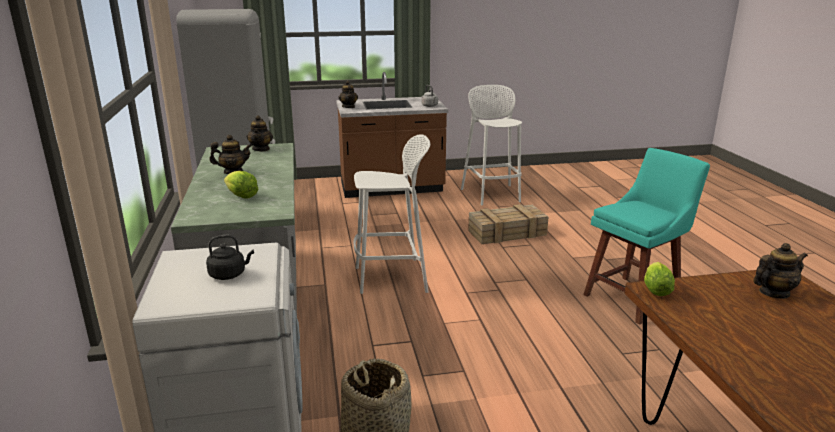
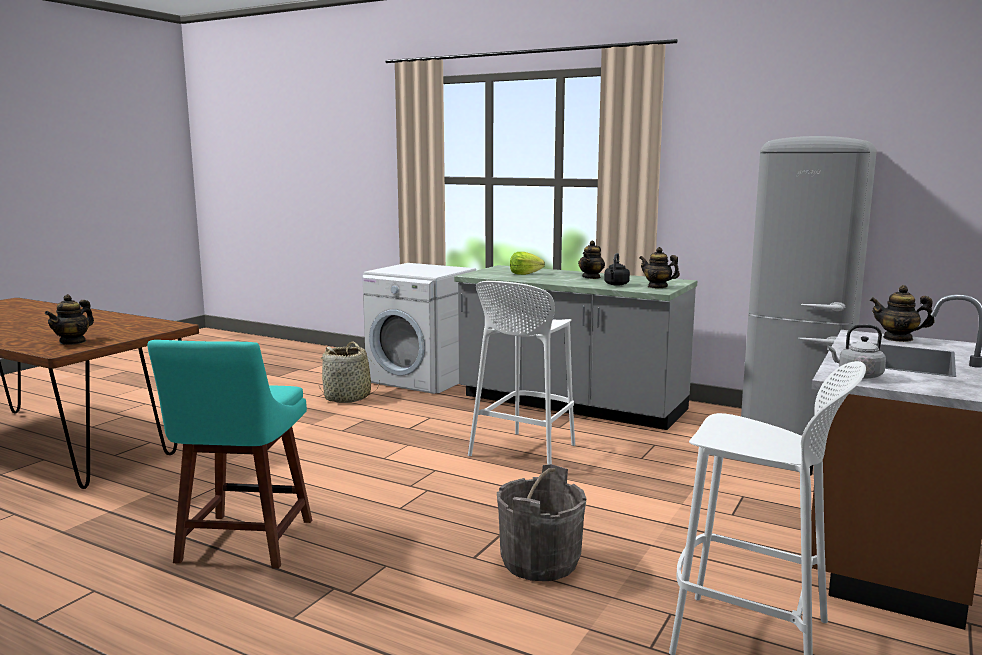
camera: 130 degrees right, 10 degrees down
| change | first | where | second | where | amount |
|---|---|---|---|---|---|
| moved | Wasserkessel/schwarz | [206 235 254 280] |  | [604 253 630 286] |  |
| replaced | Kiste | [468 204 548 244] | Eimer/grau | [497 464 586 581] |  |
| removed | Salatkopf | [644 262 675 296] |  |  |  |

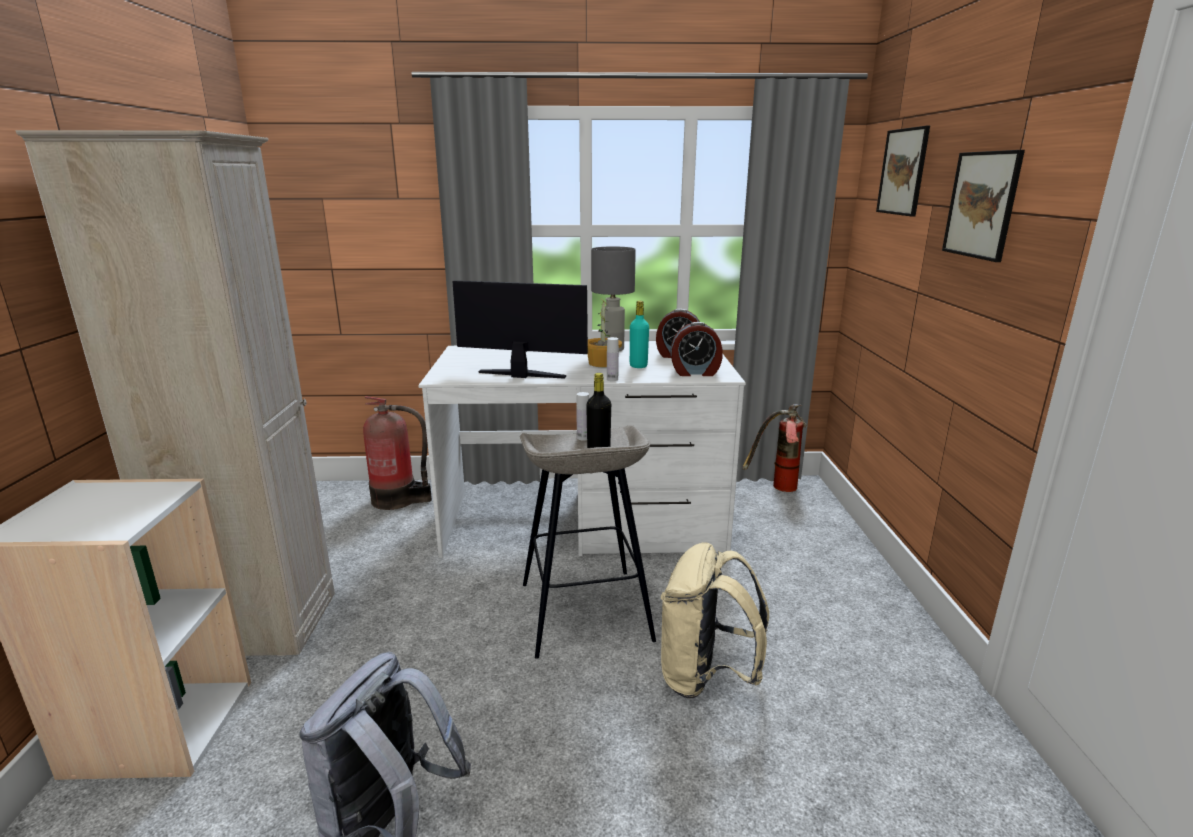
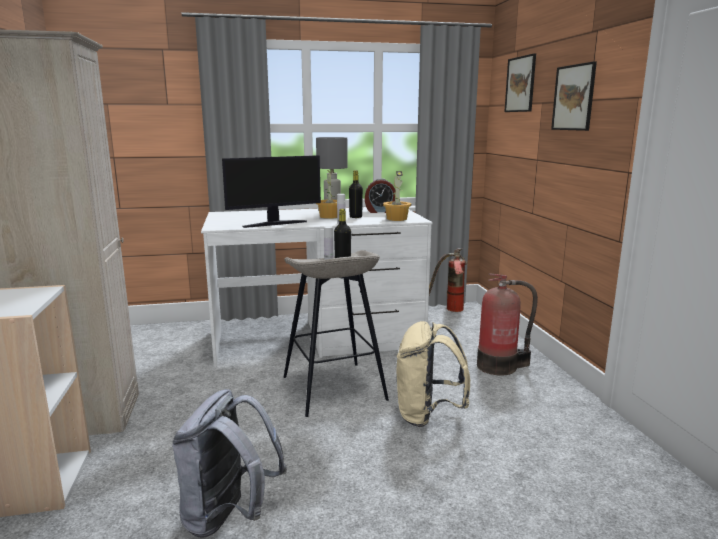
camera: 10 degrees left, 5 degrees down
| change | first | where | second | where | amount |
|---|---|---|---|---|---|
| moved | Feuerlöscher | [363 396 432 510] |  | [477 273 538 375] |  |
| turned | Monitor | [452 280 588 379] |  | [222 155 321 228] | 150 degrees clockwise |
| recoloured | Flasche/türkis | [630 301 649 368] | Flasche/schwarz | [349 170 363 218] |  |
| replaced | Wecker | [670 322 723 376] | Topfpflanze | [383 171 411 221] |  |

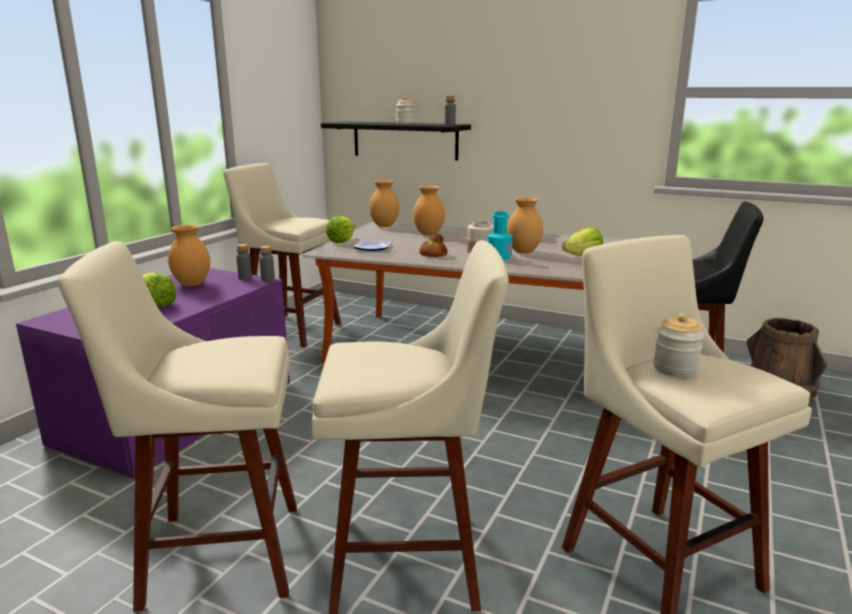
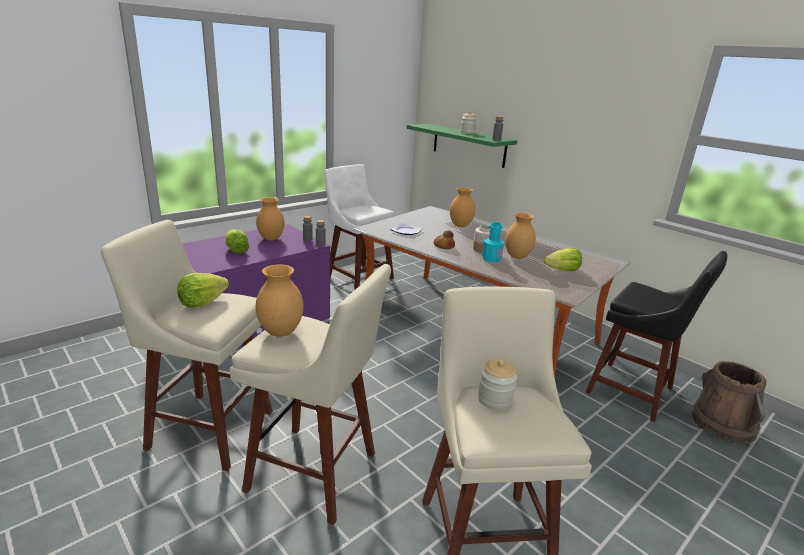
camera: 20 degrees right, 5 degrees up
| change | first | where | second | where | amount |
|---|---|---|---|---|---|
| replaced | Hocker/beige | [224 163 341 348] | Stuhl/weiß | [324 164 395 290] |  |
| recoloured | Wandregal/schwarz | [321 121 471 161] | Wandregal/grün | [406 124 517 168] |  |
| moved | Salatkopf | [325 216 355 243] |  | [177 273 229 308] |  |
| moved | Vase/braun | [369 180 399 227] |  | [256 264 303 337] |  |

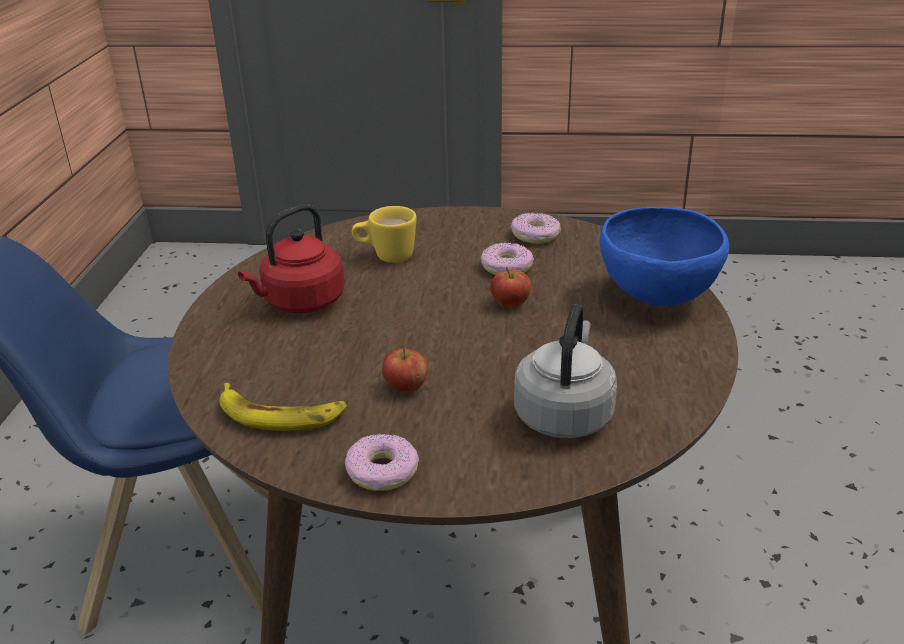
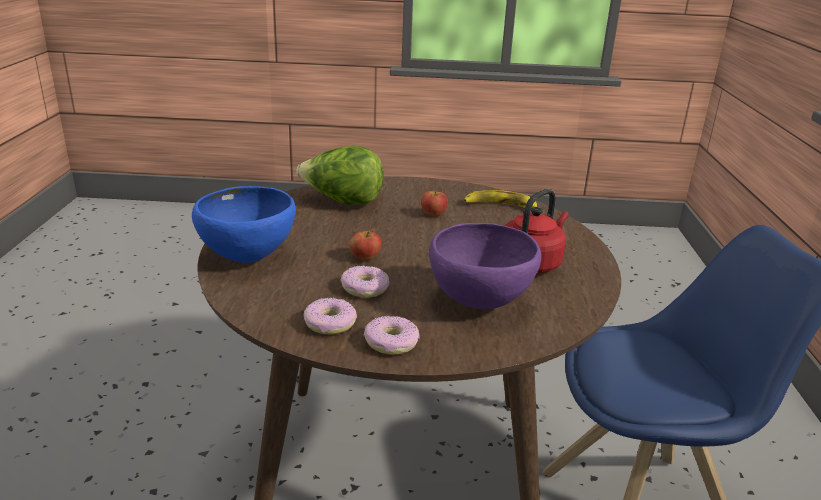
camera: 175 degrees right, 5 degrees down
| change | first | where | second | where | amount |
|---|---|---|---|---|---|
| moved | Donut | [345 434 419 491] |  | [364 316 420 355] |  |
| replaced | Henkelbecher/gelb | [352 206 417 263] | Schüssel/lila | [429 223 542 309] |  |
| replaced | Wasserkessel/grau | [514 303 617 438] | Salatkopf | [297 146 383 205] |  |

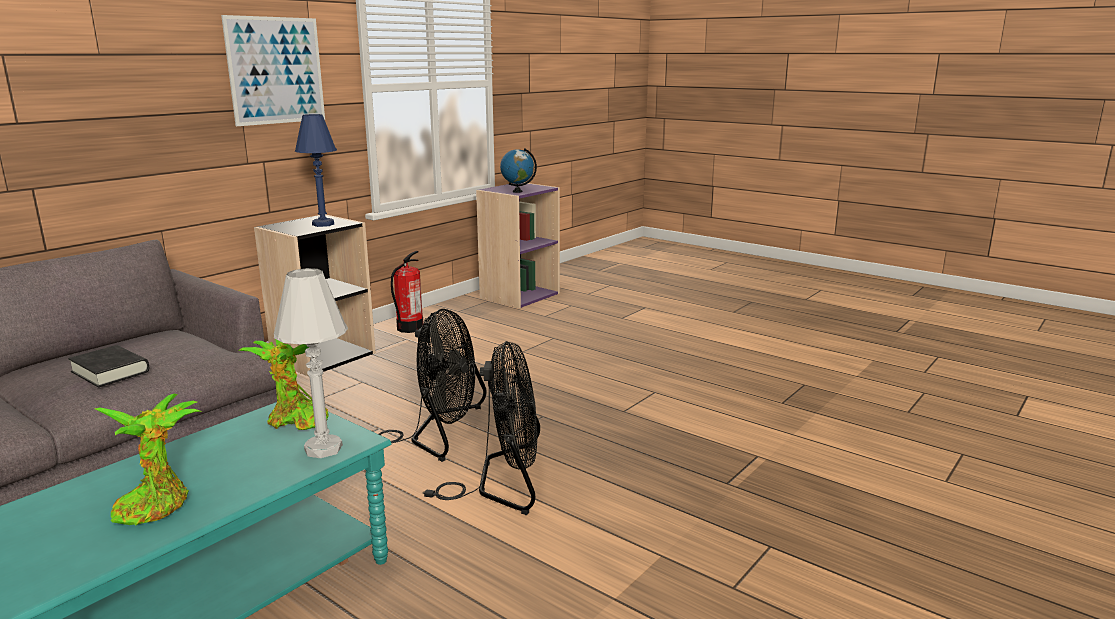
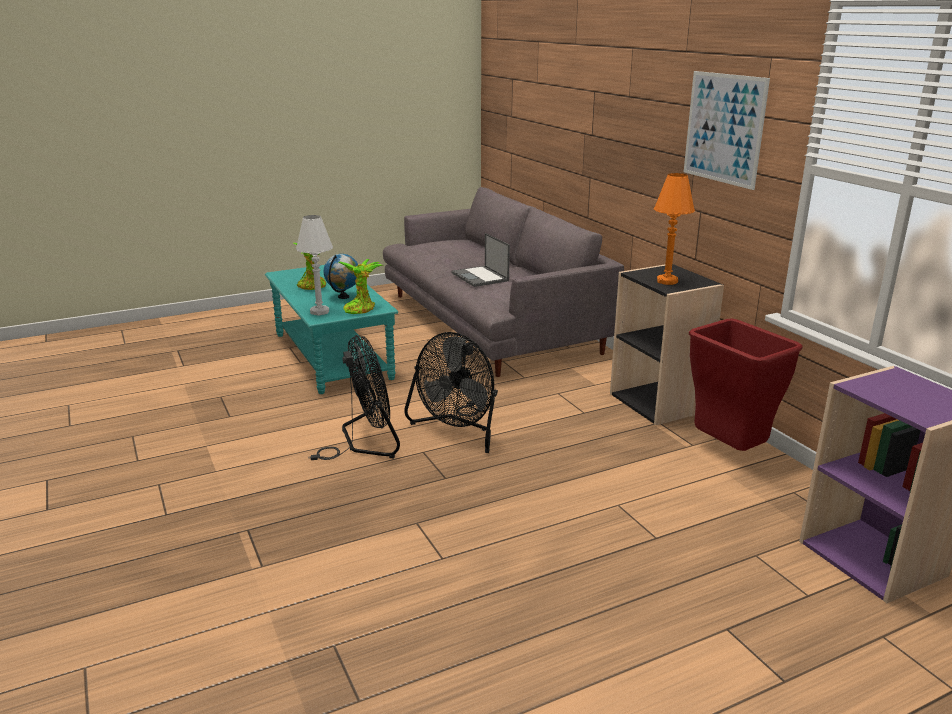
camera: 115 degrees right, 5 degrees up
| change | first | where | second | where | amount |
|---|---|---|---|---|---|
| replaced | Buch/schwarz | [68 345 149 387] | Laptop | [452 233 510 287] |  |
| recoloured | Tischlampe/blau | [295 114 337 227] | Tischlampe/orange | [654 173 695 285] |  |
| replaced | Feuerlöscher | [391 251 423 333] | Mülleimer/rot | [689 319 803 451] |  |
| turned | Ventilator/schwarz | [422 341 540 515] |  | [309 335 400 460] | 135 degrees counterclockwise |
| moved | Globus | [500 148 537 193] |  | [324 254 358 299] |  |

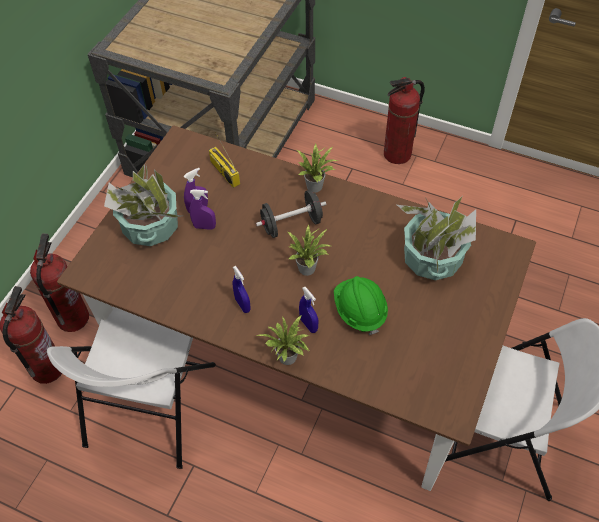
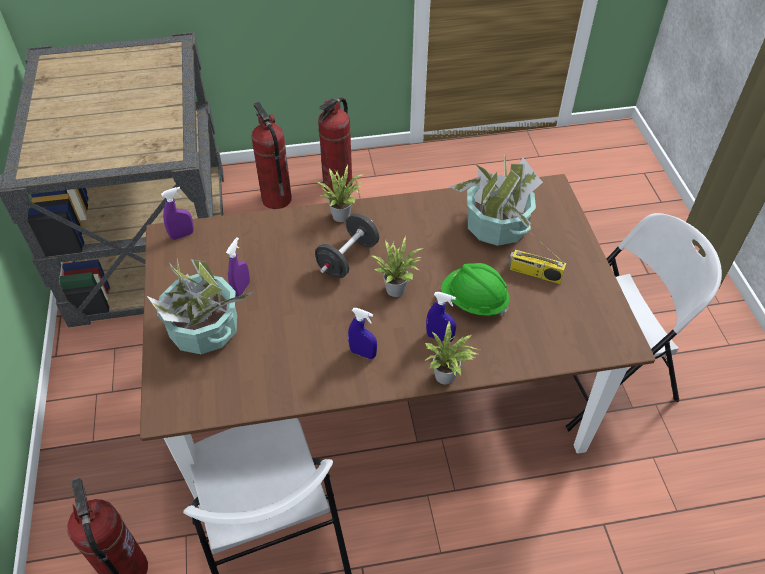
camera: 35 degrees left, 5 degrees down
| change | first | where | second | where | amount |
|---|---|---|---|---|---|
| moved | Feuerlöscher | [30 233 89 332] |  | [251 102 292 209] |  |
| moved | Sprühflasche/lila | [189 189 216 230] |  | [161 187 194 240] |  |
| moved | Radio | [209 132 240 188] |  | [508 230 566 284] |  |

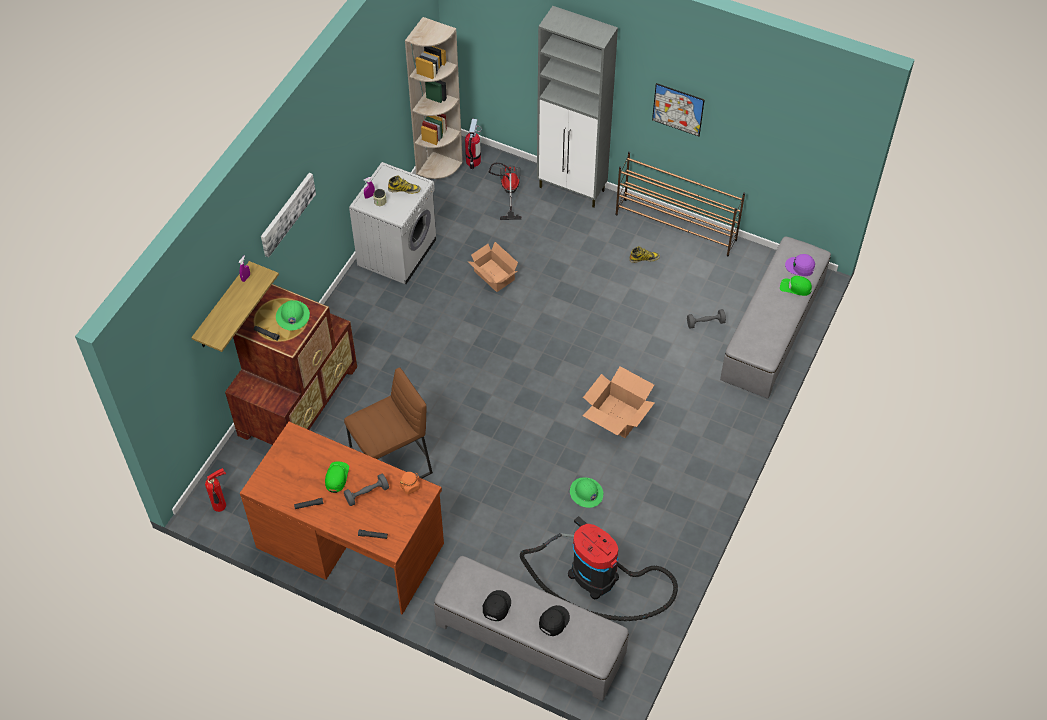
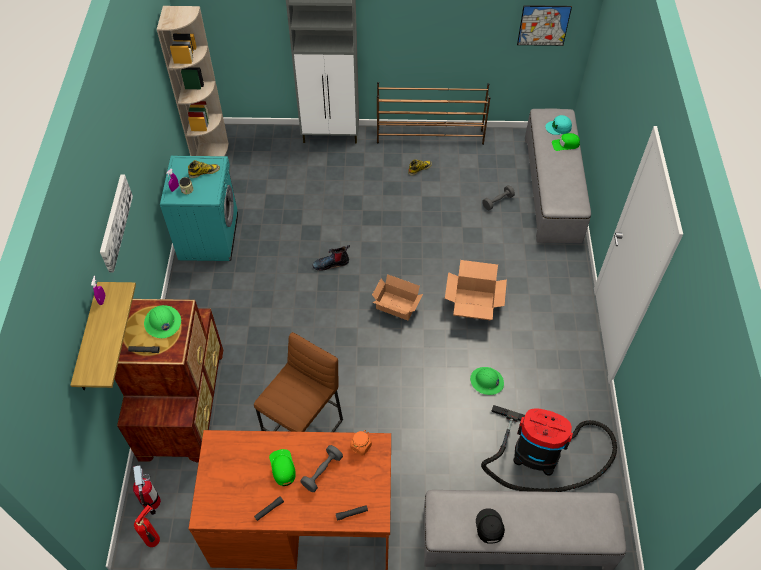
camera: 25 degrees left, 0 degrees up
| change | first | where | second | where | amount |
|---|---|---|---|---|---|
| recoloured | Waschmaschine/weiß | [349 162 436 285] | Waschmaschine/türkis | [160 156 238 261] |  |
| moved | Feuerlöscher | [465 119 482 170] |  | [133 465 161 515] |  |
| moved | Karton | [467 242 518 292] |  | [372 274 423 321] |  |
| removed | Staubsauger | [488 163 522 220] |  |  |  |
| removed | Kappe/schwarz | [539 605 570 636] |  |  |  |
| moved | Bild | [652 83 705 136] |  | [517 5 572 46] |  |
| recoloured | Kappe/lila | [785 254 815 276] | Kappe/türkis | [545 115 572 135] |  |
| added |  |  | Stiefel | [313 245 350 271] |  |

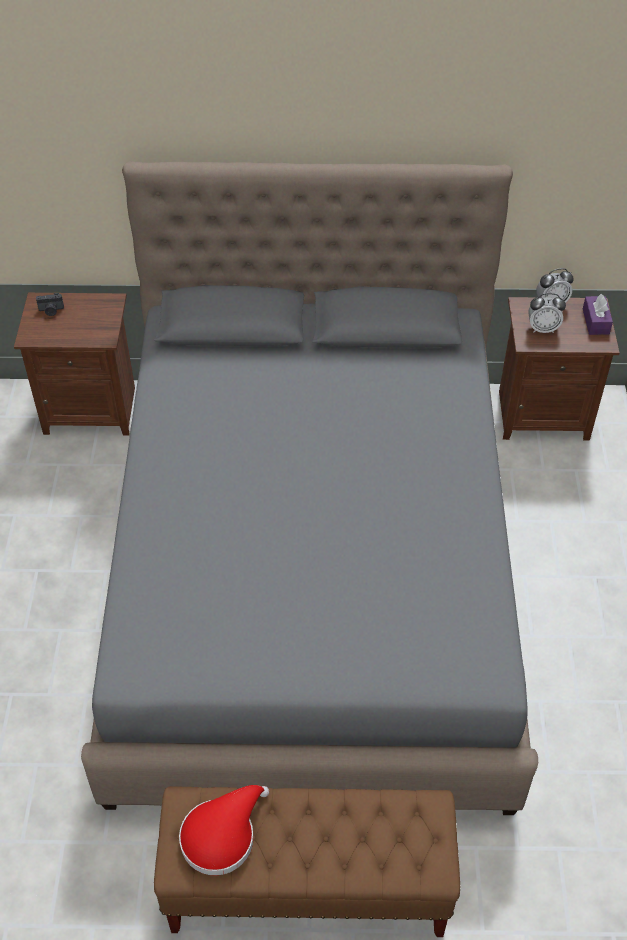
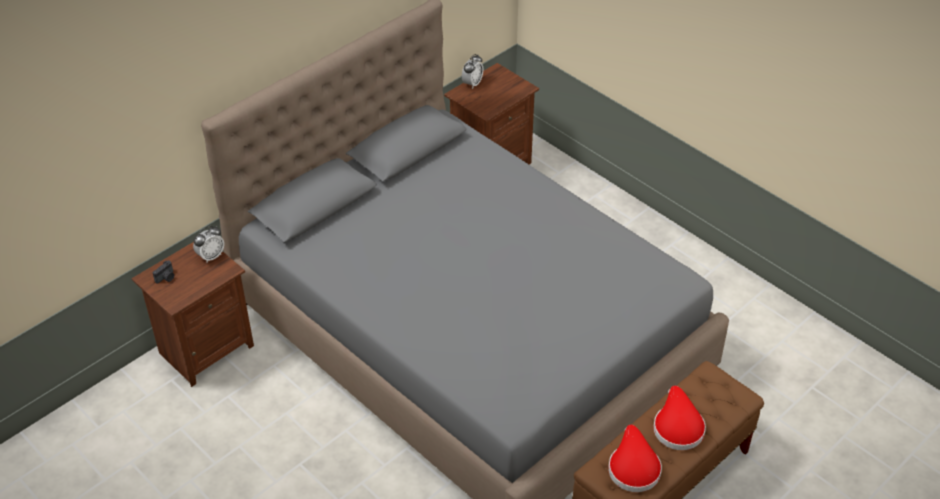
camera: 45 degrees left, 5 degrees down
| change | first | where | second | where | amount |
|---|---|---|---|---|---|
| moved | Wecker | [529 293 566 333] |  | [193 226 224 262] |  |
| removed | Taschentuchbox/lila | [583 294 613 335] |  |  |  |
| added |  |  | Hut/rot | [653 386 706 450] |  |

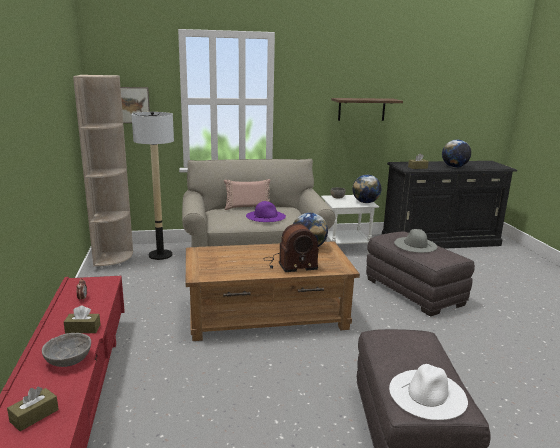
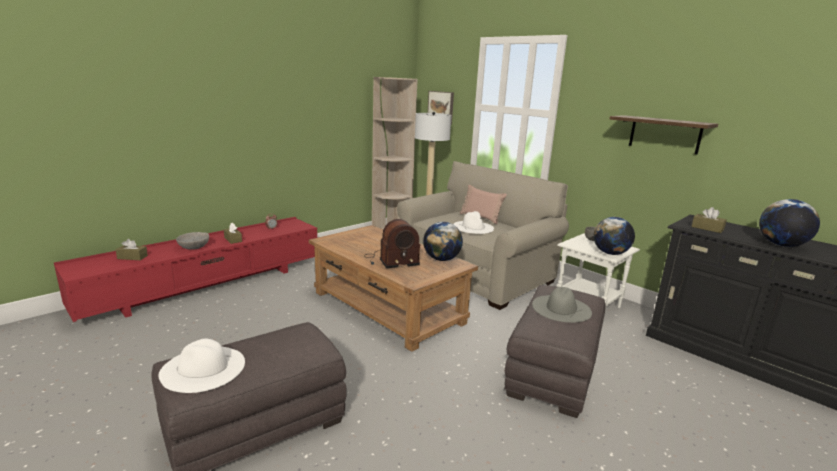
camera: 55 degrees right, 0 degrees up
| change | first | where | second | where | amount |
|---|---|---|---|---|---|
| recoloured | Hut/lila | [246 201 286 222] | Hut/weiß | [453 211 494 234] |  |
| turned | Radio | [265 223 319 272] |  | [364 219 420 268] | 60 degrees counterclockwise |

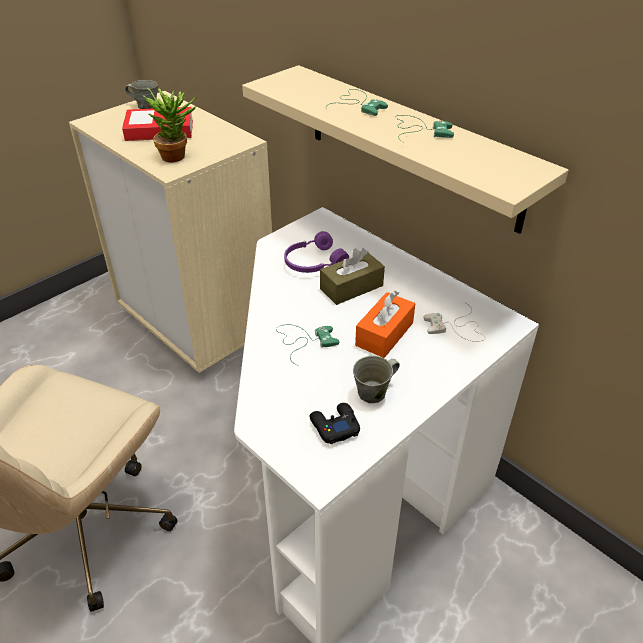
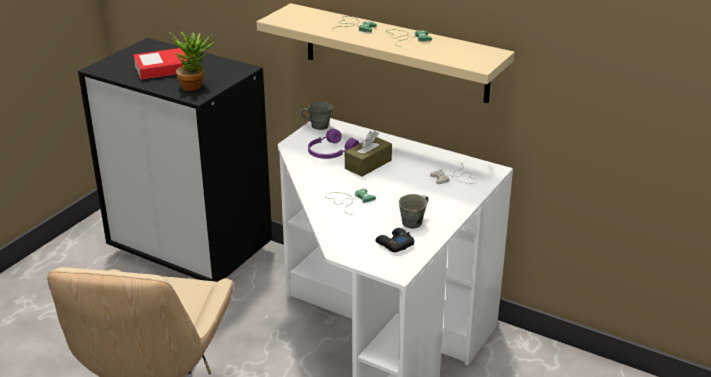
camera: 15 degrees left, 10 degrees down
| change | first | where | second | where | amount |
|---|---|---|---|---|---|
| recoloured | Schrank/beige | [69 91 272 373] | Schrank/schwarz | [78 38 272 282] |  |
| moved | Henkelbecher/grau | [125 80 158 109] |  | [301 102 333 130] |  |
| removed | Taschentuchbox/orange | [355 291 415 358] |  |  |  |

